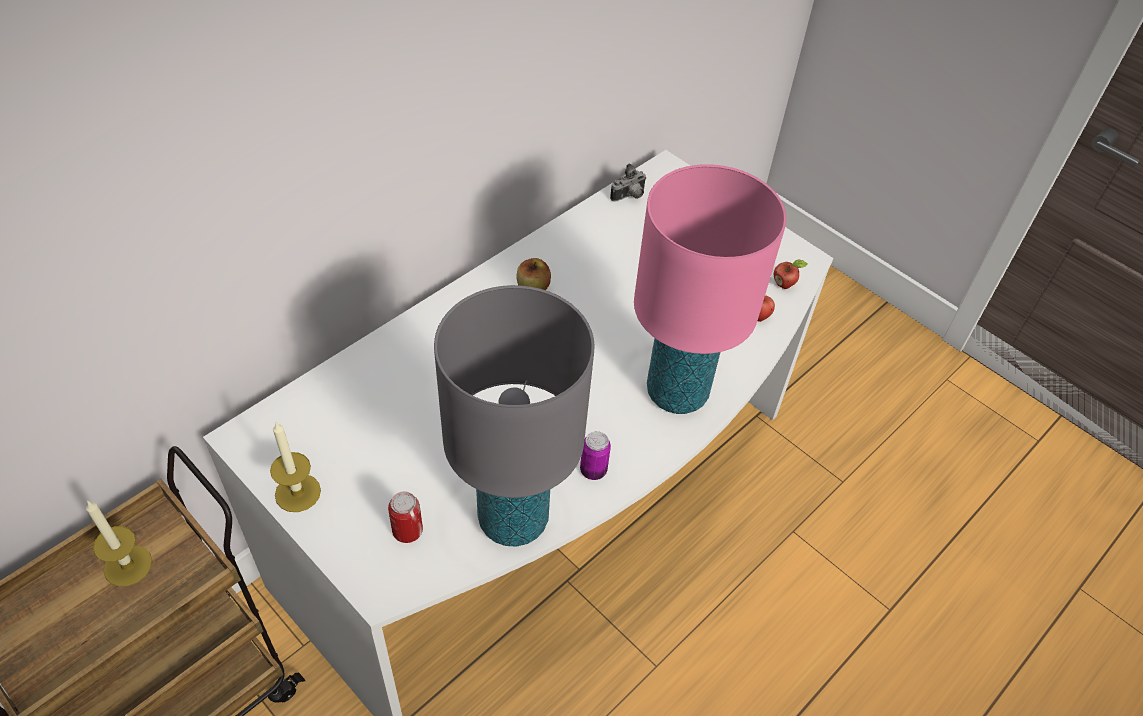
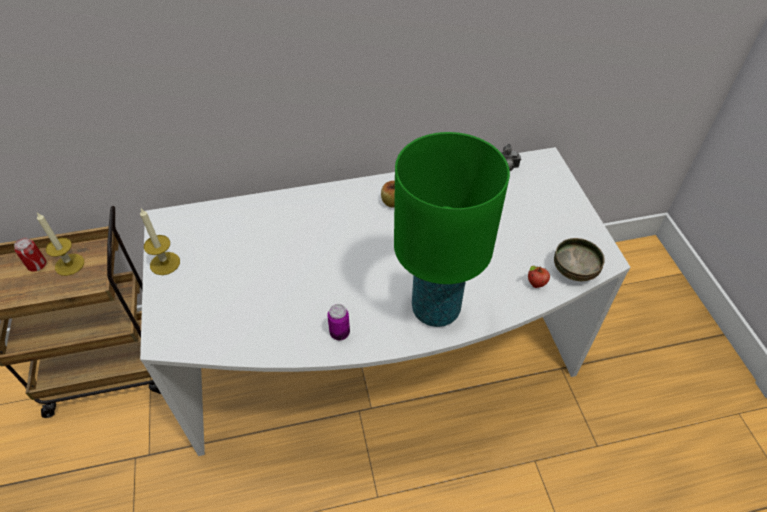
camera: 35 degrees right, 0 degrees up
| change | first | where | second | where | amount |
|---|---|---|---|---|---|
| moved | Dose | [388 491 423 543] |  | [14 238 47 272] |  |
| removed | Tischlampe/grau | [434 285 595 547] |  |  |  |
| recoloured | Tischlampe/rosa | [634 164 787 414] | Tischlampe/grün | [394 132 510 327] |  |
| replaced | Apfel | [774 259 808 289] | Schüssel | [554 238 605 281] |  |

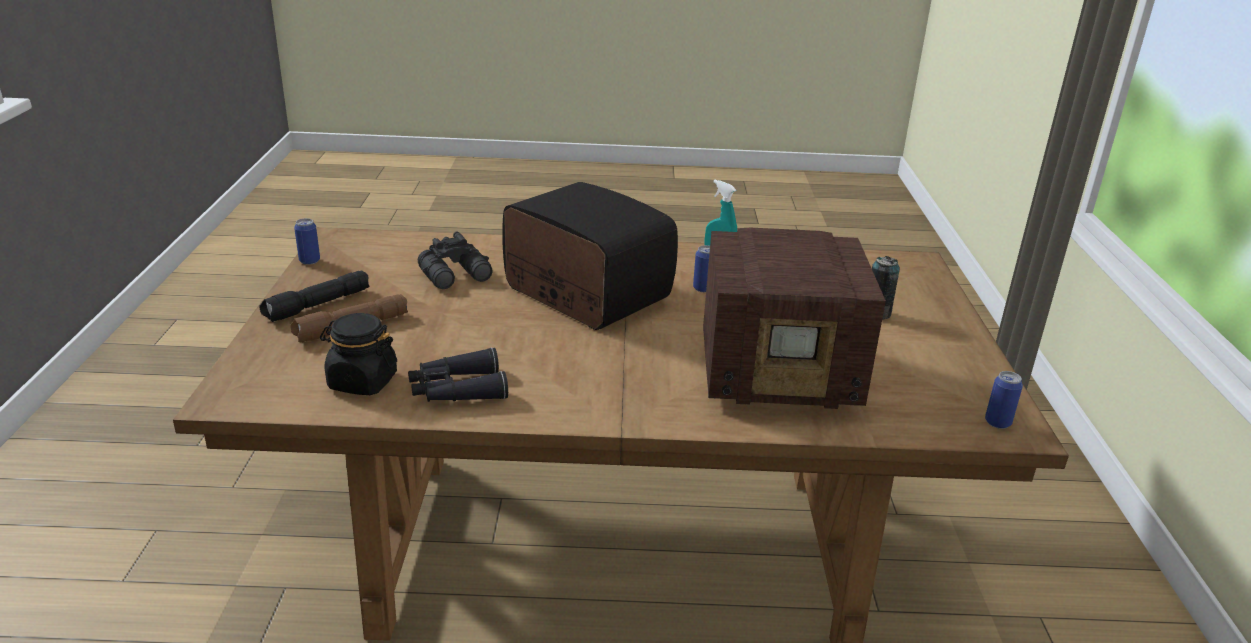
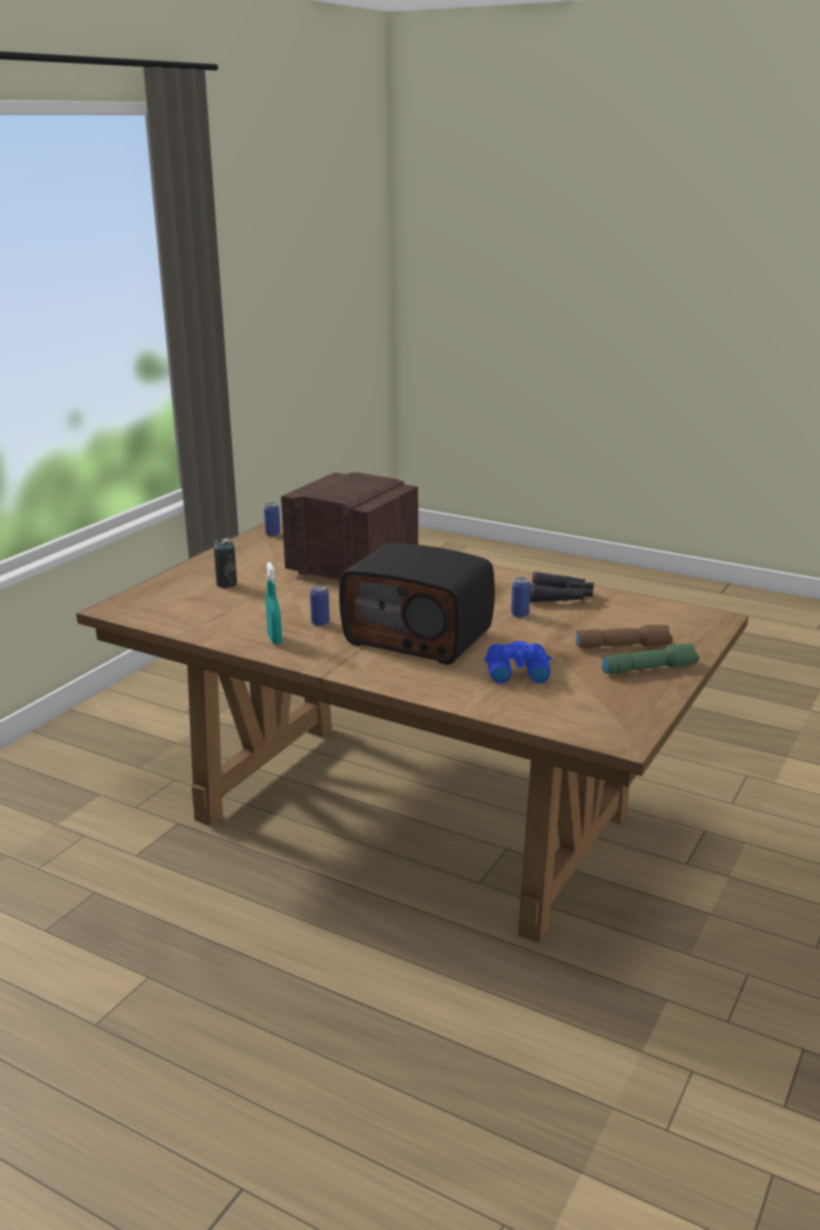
camera: 150 degrees left, 5 degrees down
| change | first | where | second | where | amount |
|---|---|---|---|---|---|
| recoloured | Taschenlampe/schwarz | [259 270 369 322] | Taschenlampe/grün | [602 643 699 674] |  |
| moved | Dose | [294 218 320 265] |  | [511 577 530 618] |  |
| removed | Vorratsglas/schwarz | [320 313 397 395] |  |  |  |
| recoloured | Fernglas/schwarz | [418 232 493 289] | Fernglas/blau | [484 641 551 684] |  |
| turned | Radio | [502 182 678 330] |  | [339 543 495 665] | 45 degrees counterclockwise |

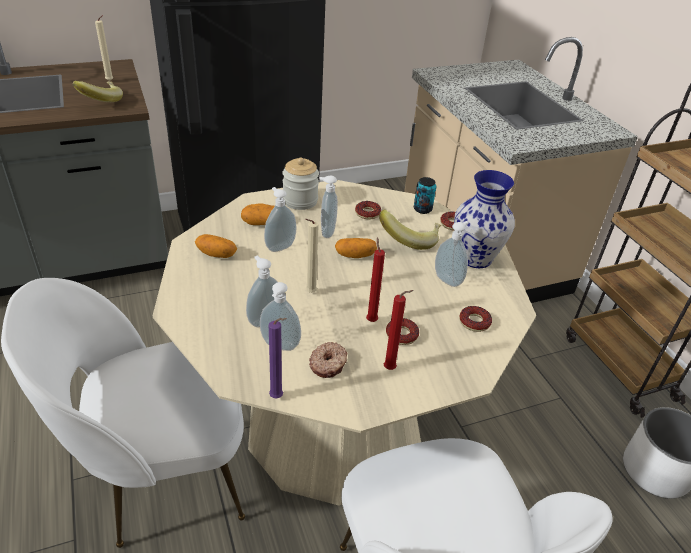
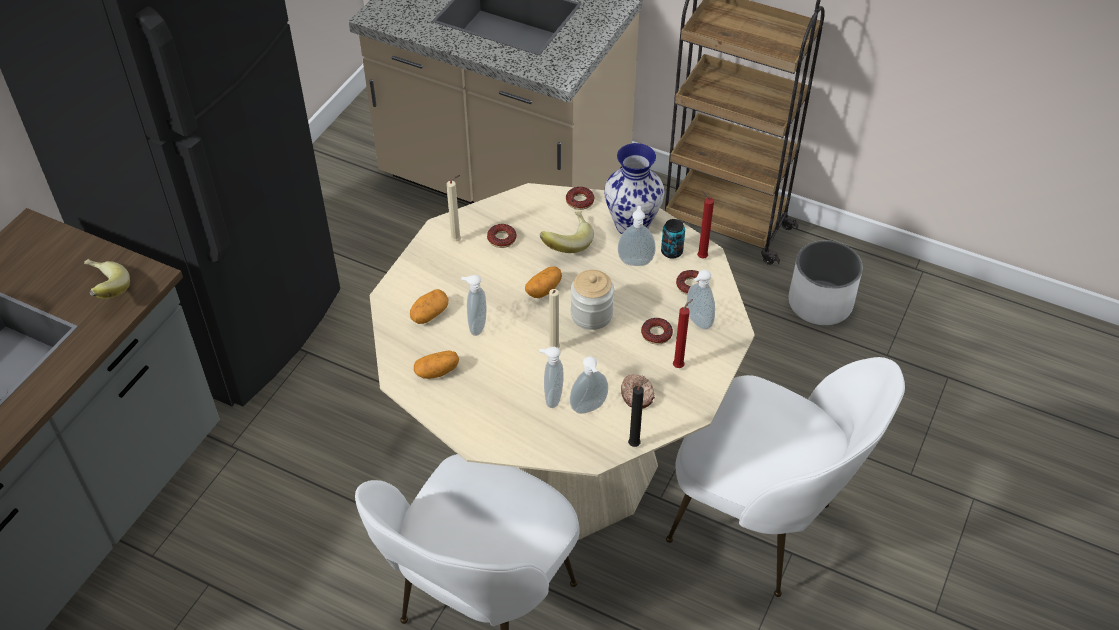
camera: 40 degrees left, 10 degrees up
| change | first | where | second | where | amount |
|---|---|---|---|---|---|
| moved | Kerze/beige | [95 16 113 81] |  | [446 175 461 242] |  |
| recoloured | Kerze/lila | [269 318 287 399] | Kerze/schwarz | [628 380 649 447] |  |
| moved | Vorratsglas | [282 158 319 210] |  | [571 270 614 330] |  |
| moved | Seifenspender | [319 176 338 238] |  | [687 270 715 330] |  |
| moved | Kerze/rot | [366 237 385 322] |  | [697 190 714 259] |  |
| moved | Dose | [414 177 436 214] |  | [661 219 685 259] |  |

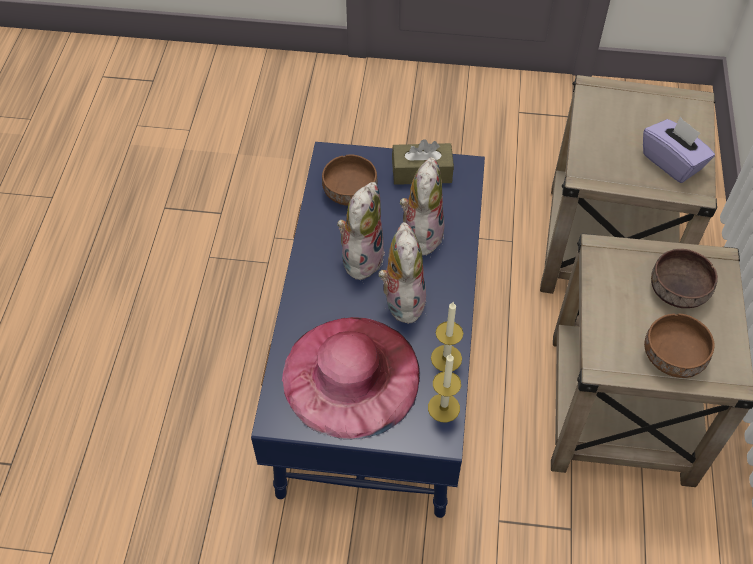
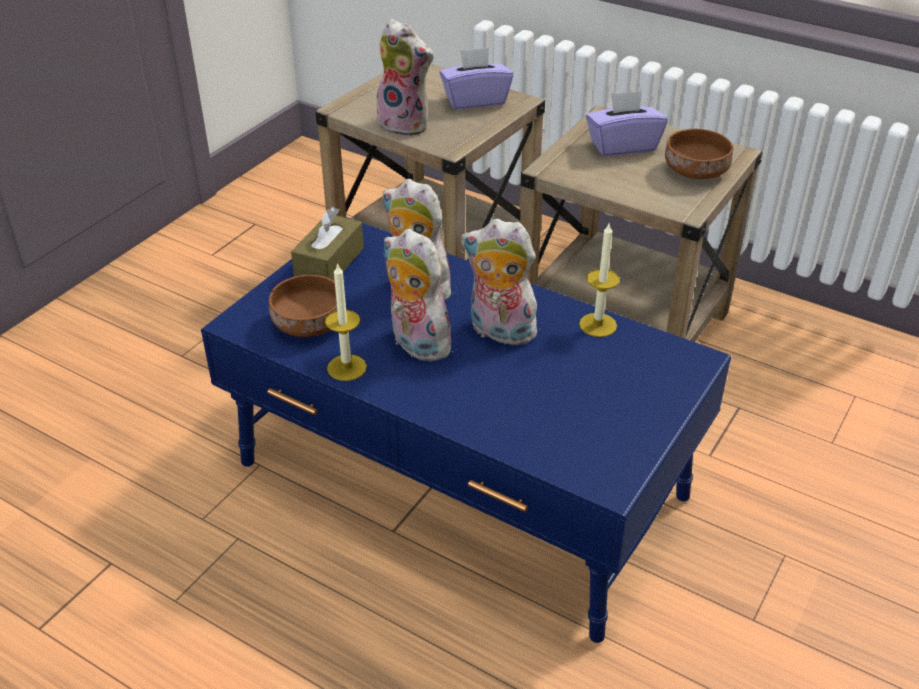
camera: 65 degrees left, 15 degrees down
| change | first | where | second | where | amount |
|---|---|---|---|---|---|
| removed | Hut/rosa | [282 317 420 439] |  |  |  |
| moved | Kerze | [428 353 461 422] |  | [325 263 367 381] |  |
| replaced | Schüssel/braun | [651 249 718 308] | Taschentuchbox/lila | [586 91 668 156] |  |
| added |  |  | Plüschtier | [377 19 434 137] |  |

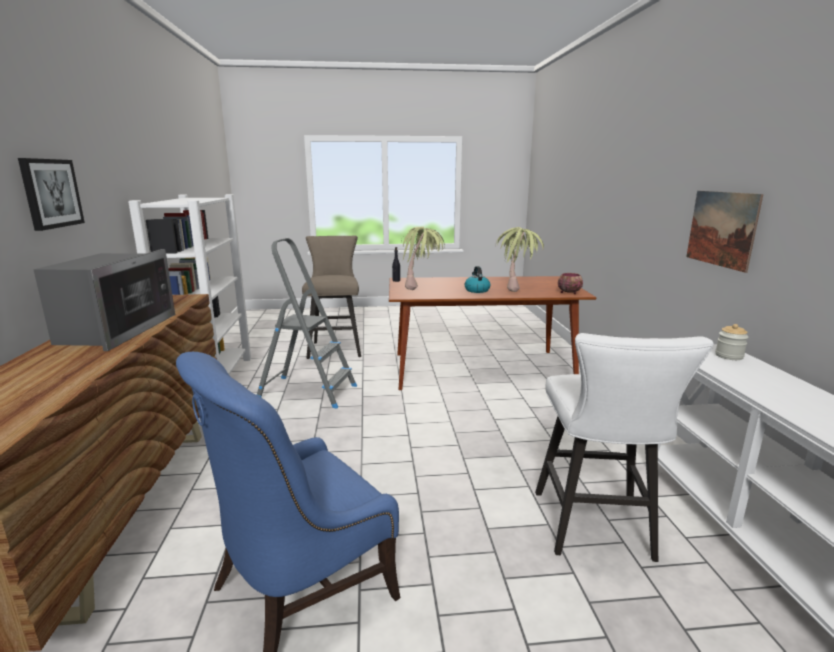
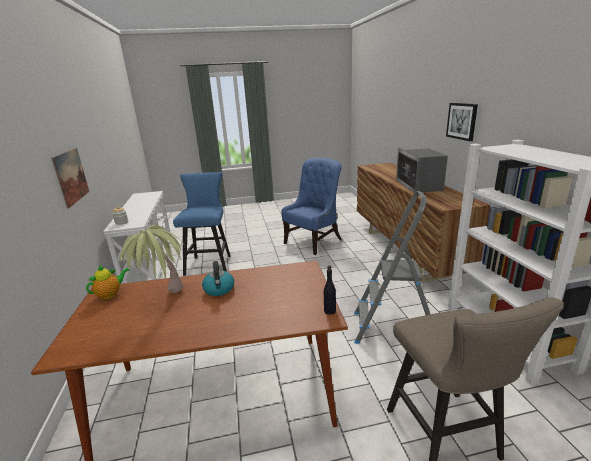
camera: 175 degrees right, 5 degrees up
| change | first | where | second | where | amount |
|---|---|---|---|---|---|
| removed | Topfpflanze | [401 227 445 290] |  |  |  |
| recoloured | Hocker/weiß | [535 333 714 562] | Hocker/blau | [173 172 230 276] |  |
| replaced | Schüssel | [558 273 583 294] | Teekanne | [86 265 130 299] |  |

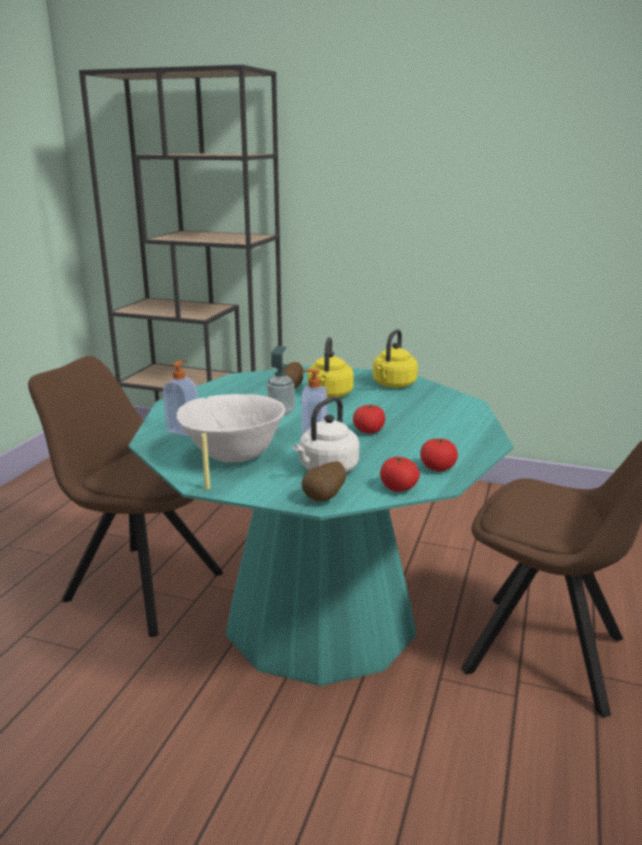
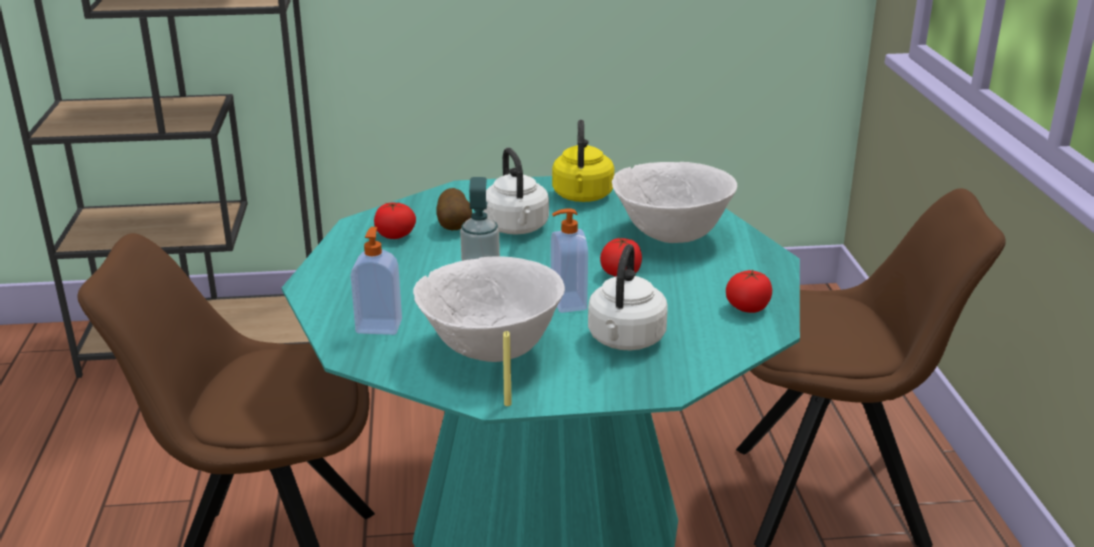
camera: 25 degrees left, 5 degrees up
| change | first | where | second | where | amount |
|---|---|---|---|---|---|
| removed | Kartoffel | [302 461 346 501] |  |  |  |
| recoloured | Wasserkessel/gelb | [308 337 354 398] | Wasserkessel/weiß | [483 148 549 234] |  |
| moved | Tomate | [380 456 420 492] |  | [374 202 416 239] |  |
| added |  |  | Schüssel/weiß | [612 162 737 243] |  |

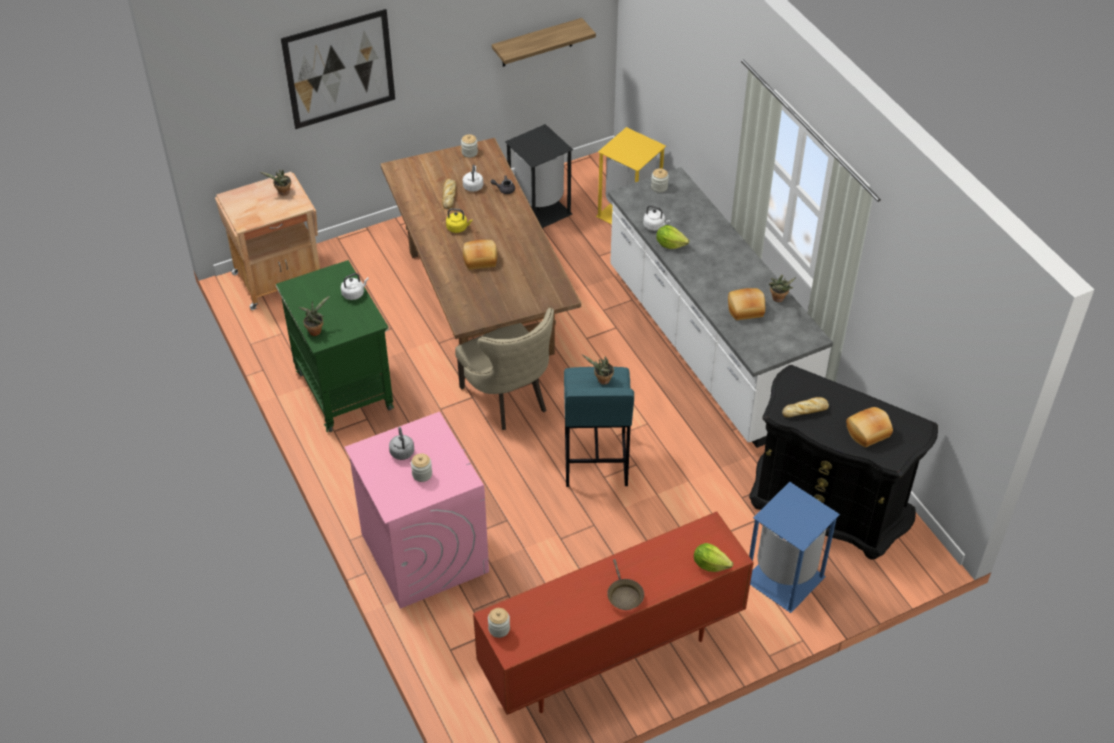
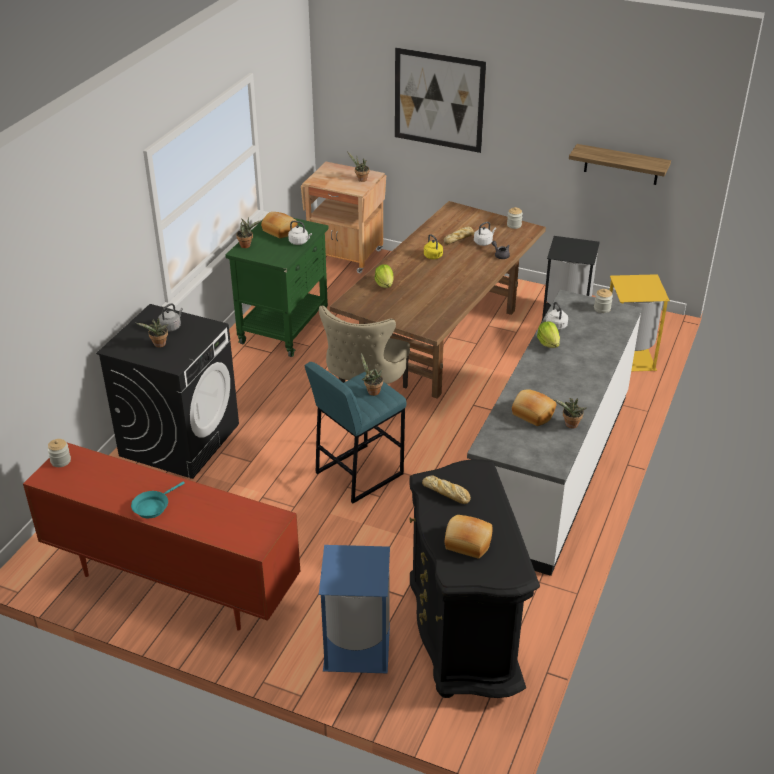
camera: 50 degrees right, 10 degrees down
| change | first | where | second | where | amount |
|---|---|---|---|---|---|
| recoloured | Waschmaschine/rosa | [344 412 489 609] | Waschmaschine/schwarz | [96 304 239 479] |  |
| replaced | Vorratsglas | [411 453 432 482] | Topfpflanze | [136 318 169 348] |  |
| moved | Brot | [463 240 498 270] |  | [261 212 298 238] |  |
| recoloured | Pfanne/braun | [607 559 644 610] | Pfanne/türkis | [131 481 185 518] |  |
| moved | Salatkopf | [694 543 733 572] |  | [375 264 394 288] |  |

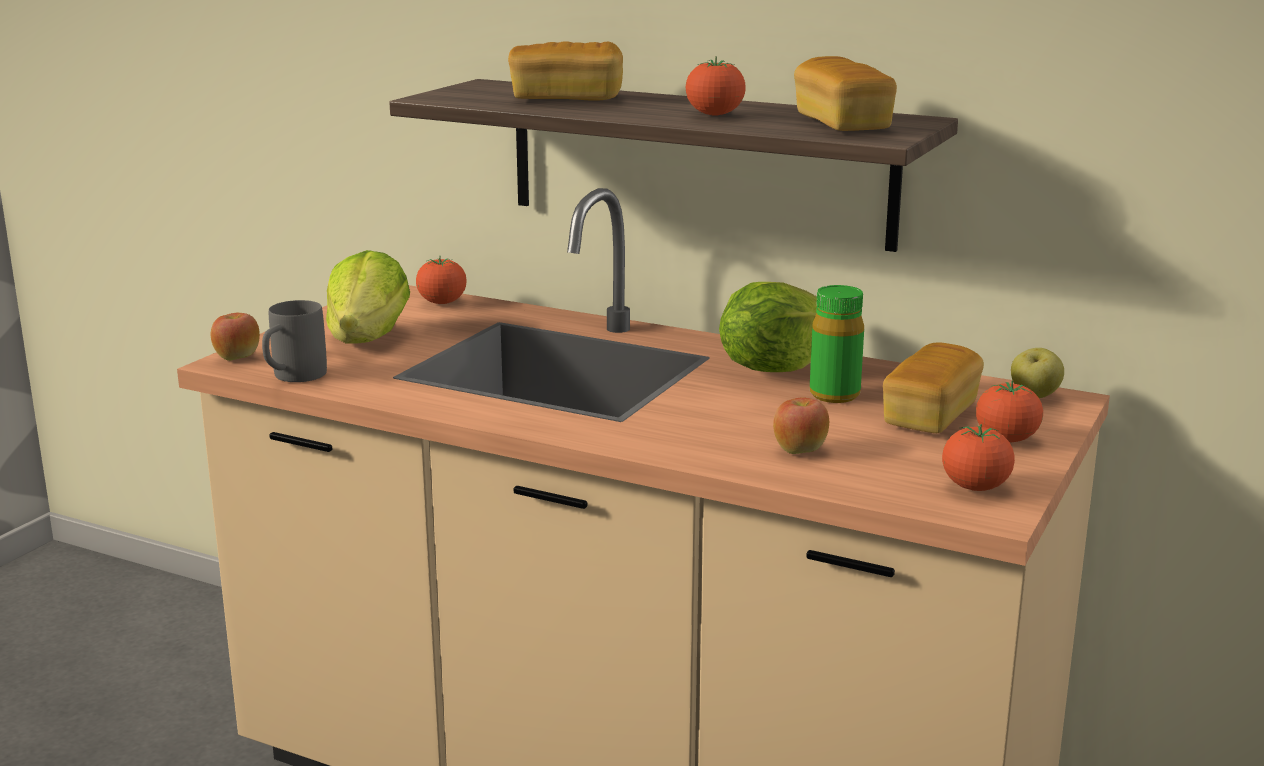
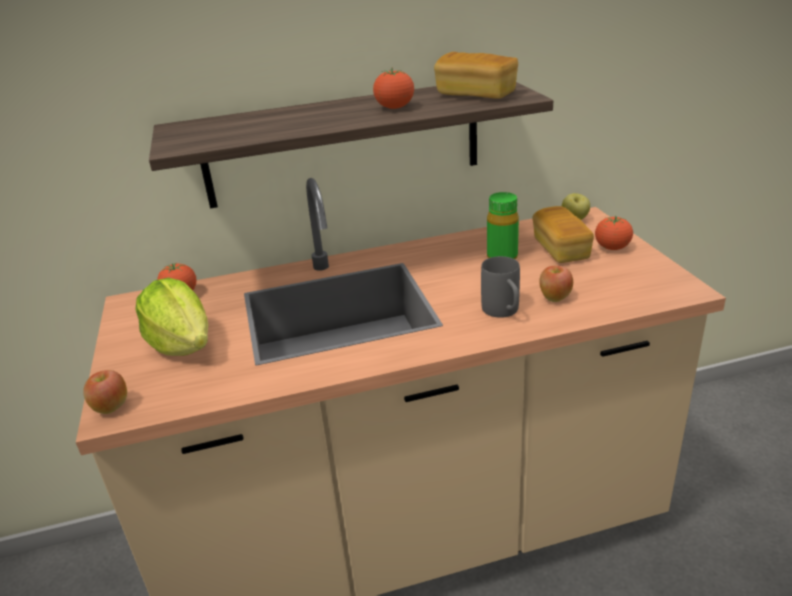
camera: 40 degrees left, 10 degrees up
| change | first | where | second | where | amount |
|---|---|---|---|---|---|
| moved | Henkelbecher/grau | [262 300 327 382] |  | [481 256 520 318] |  |
| removed | Brot | [508 41 623 101] |  |  |  |
| removed | Salatkopf | [719 282 817 372] |  |  |  |
| removed | Tomate | [942 424 1015 491] |  |  |  |

